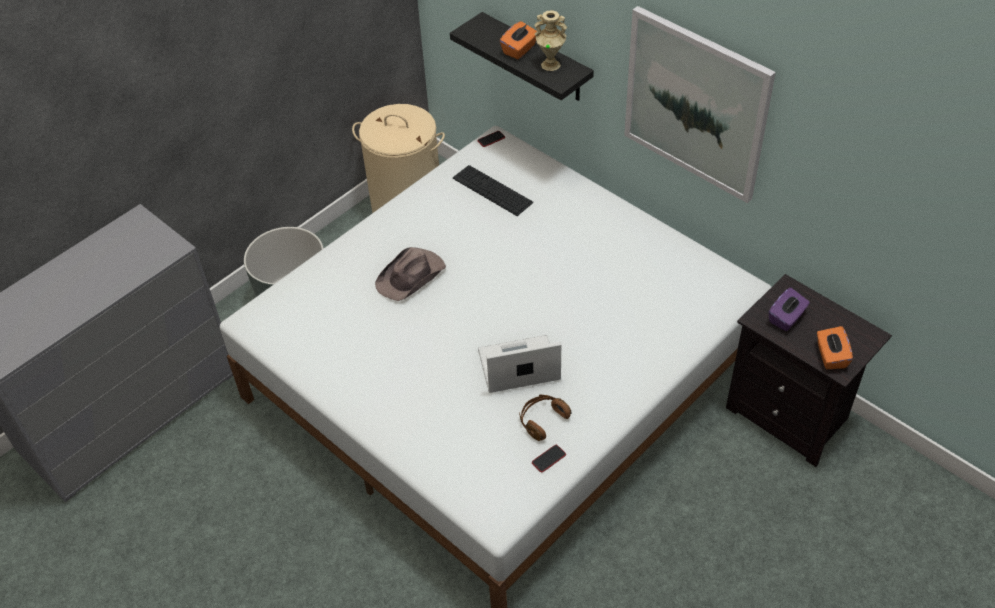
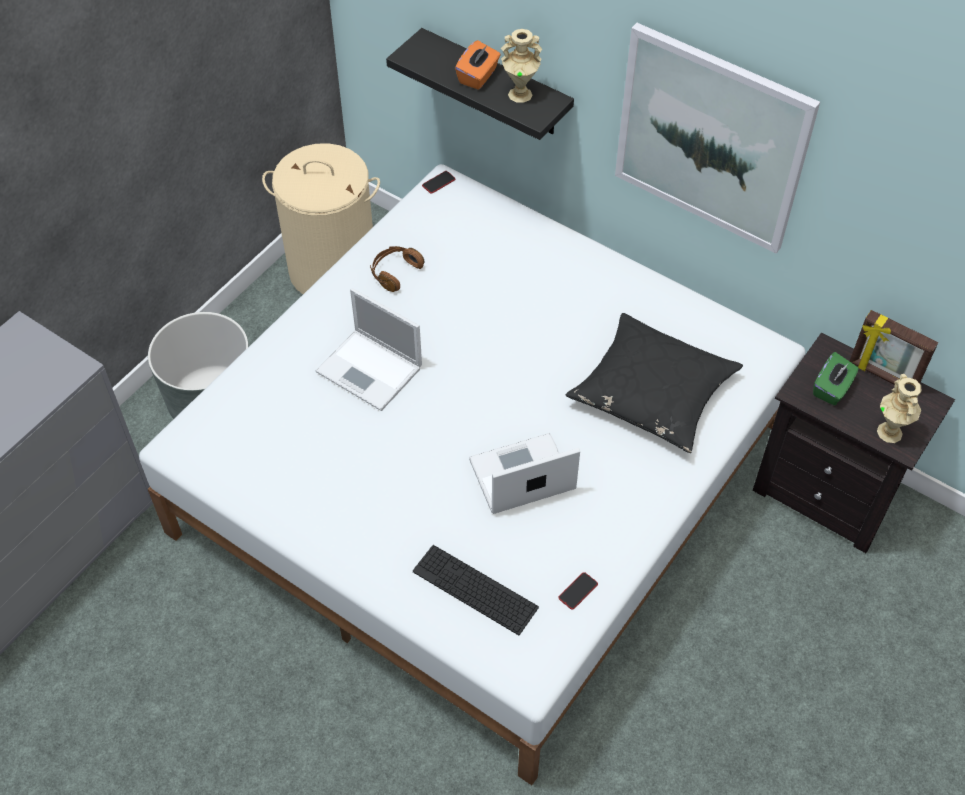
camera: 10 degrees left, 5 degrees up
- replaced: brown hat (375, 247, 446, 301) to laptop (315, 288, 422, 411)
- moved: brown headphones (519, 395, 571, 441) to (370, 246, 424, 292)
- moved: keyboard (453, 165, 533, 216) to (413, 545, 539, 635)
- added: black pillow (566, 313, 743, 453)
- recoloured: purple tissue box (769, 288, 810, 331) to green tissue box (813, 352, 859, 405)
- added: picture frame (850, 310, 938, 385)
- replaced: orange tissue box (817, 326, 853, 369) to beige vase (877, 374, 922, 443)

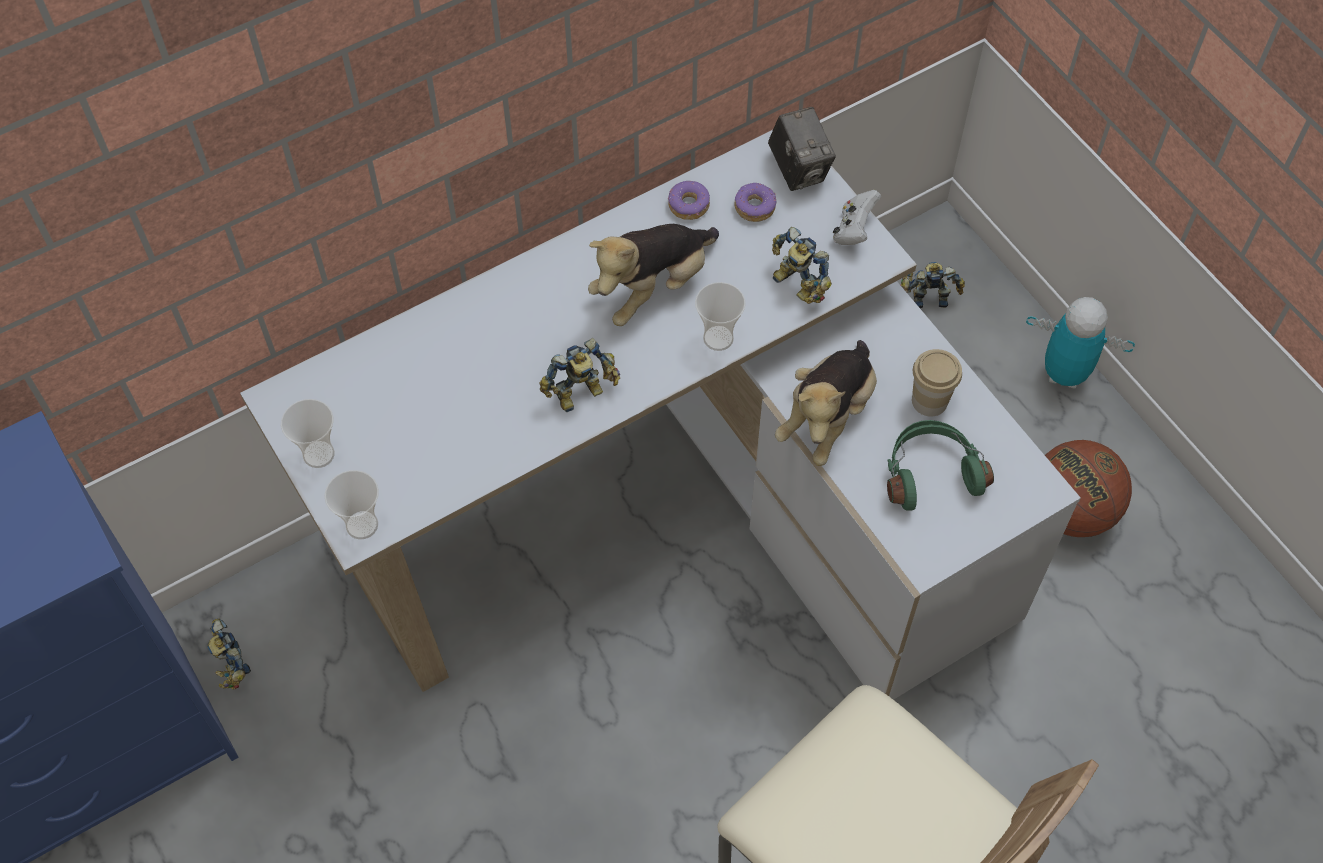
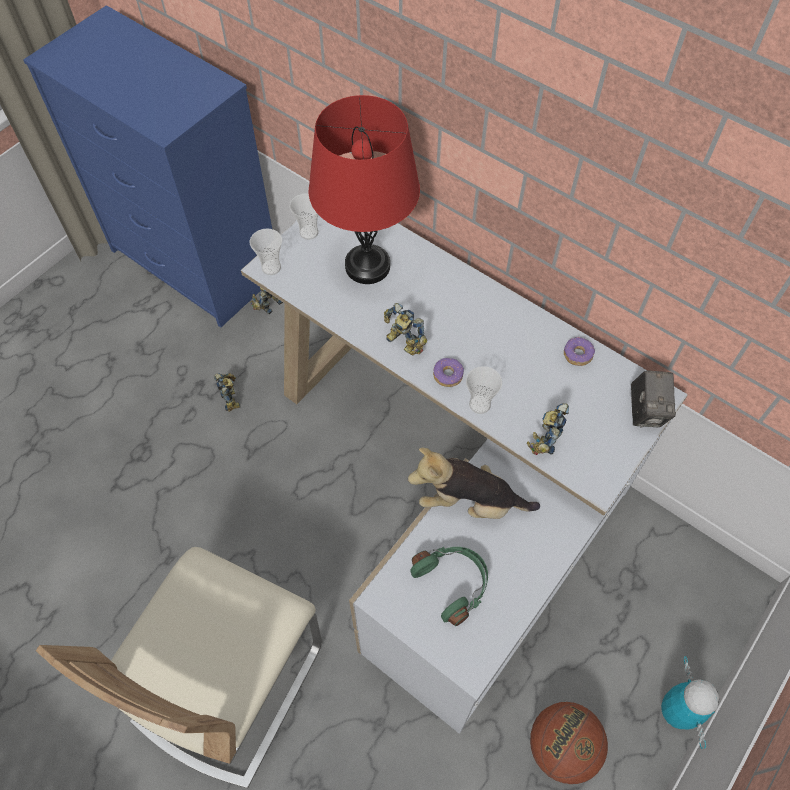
camera: 70 degrees right, 0 degrees up
- moved: toy robot (901, 262, 965, 308) to (214, 373, 241, 412)
- added: red table lamp (309, 95, 420, 284)
- moved: donut (735, 183, 776, 222) to (433, 358, 464, 387)
- turned: photo camera (768, 107, 836, 191) = (631, 371, 676, 428) 45 degrees counterclockwise
- removed: plush toy (588, 224, 719, 326)
- removed: white game controller (833, 190, 881, 245)
- removed: cup (912, 349, 962, 417)

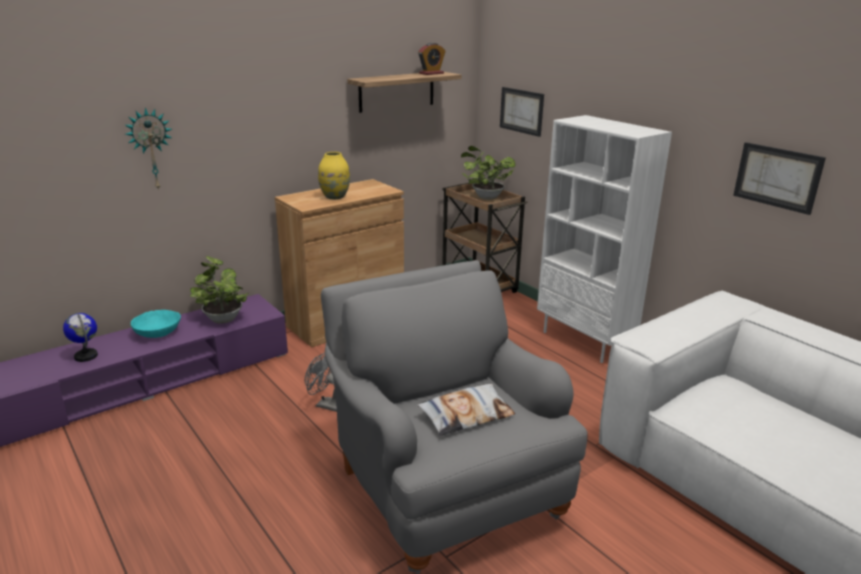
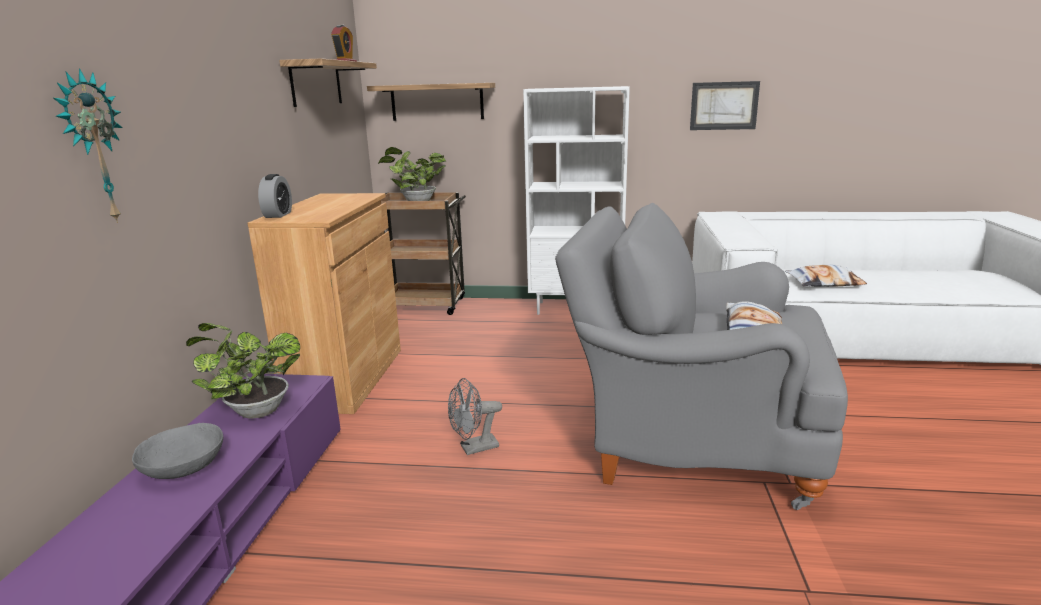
camera: 45 degrees left, 5 degrees down
- recoloured: turquoise bowl (131, 310, 181, 338) to grey bowl (132, 423, 223, 479)
- added: alarm clock (258, 174, 292, 218)
- replaced: picture (500, 87, 544, 137) to shelf (367, 83, 495, 121)
- added: pillow (785, 265, 867, 287)
- removed: globe (63, 313, 98, 362)
- removed: yellow vase (318, 152, 350, 199)

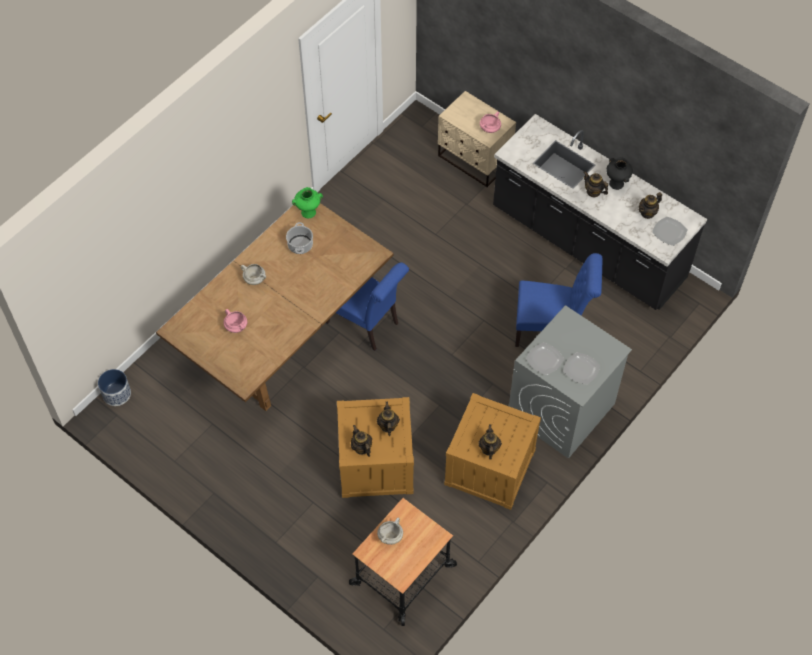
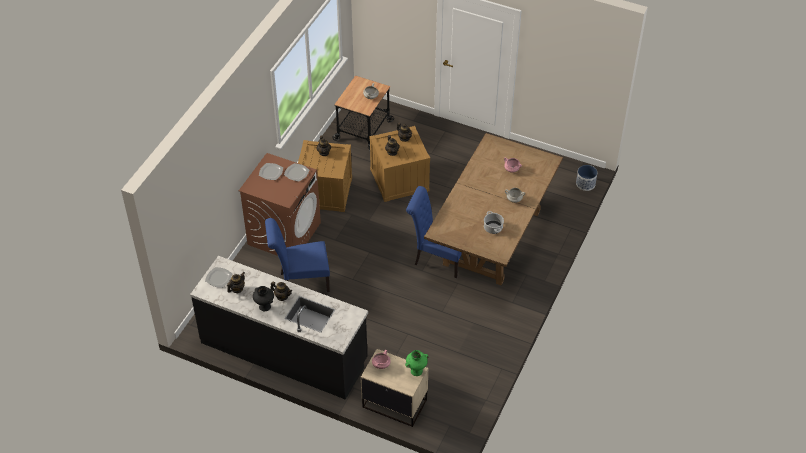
camera: 165 degrees right, 10 degrees down
- recoloured: grey washing machine (509, 305, 632, 459) to brown washing machine (239, 153, 321, 256)
- moved: green vase (292, 187, 323, 218) to (405, 350, 429, 376)

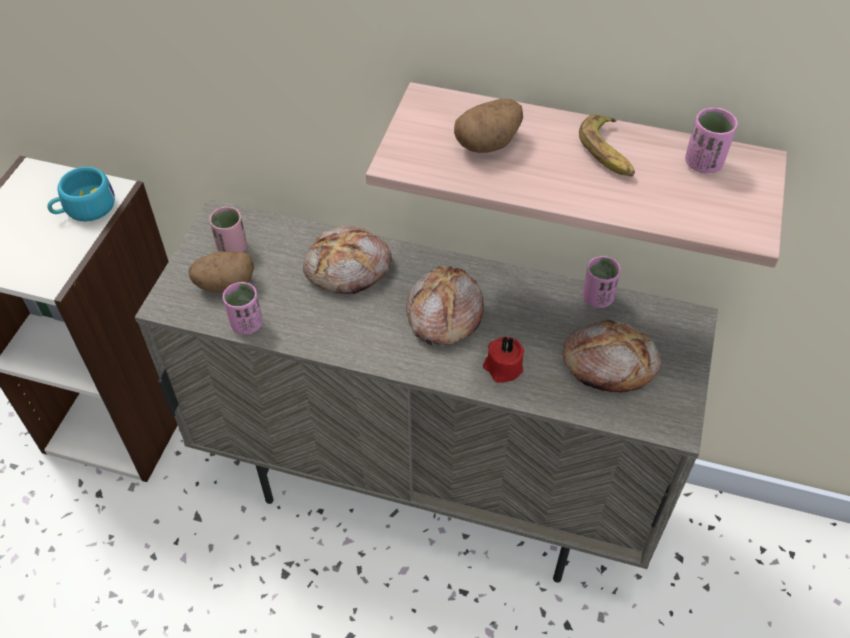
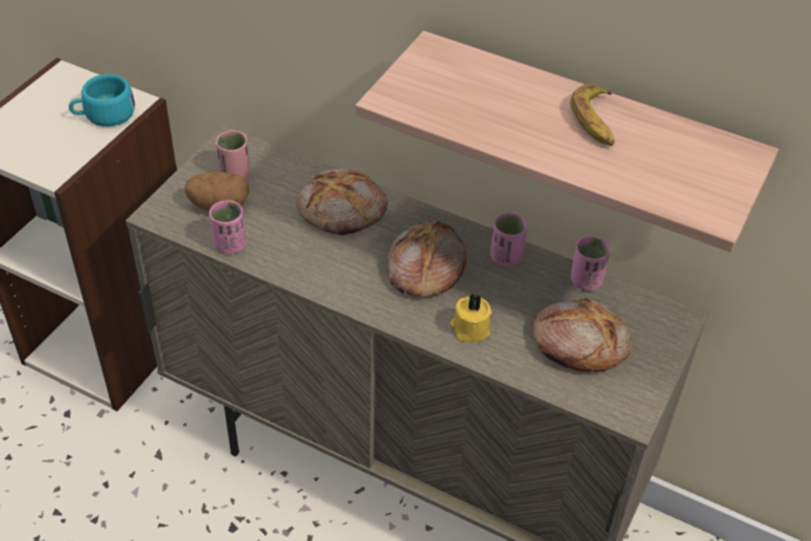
camera: 10 degrees right, 5 degrees down
- recoloured: red candle (483, 336, 525, 383) to yellow candle (450, 294, 492, 342)
- moved: pink cup (685, 108, 737, 173) to (490, 213, 527, 266)
- removed: potato (454, 99, 523, 153)

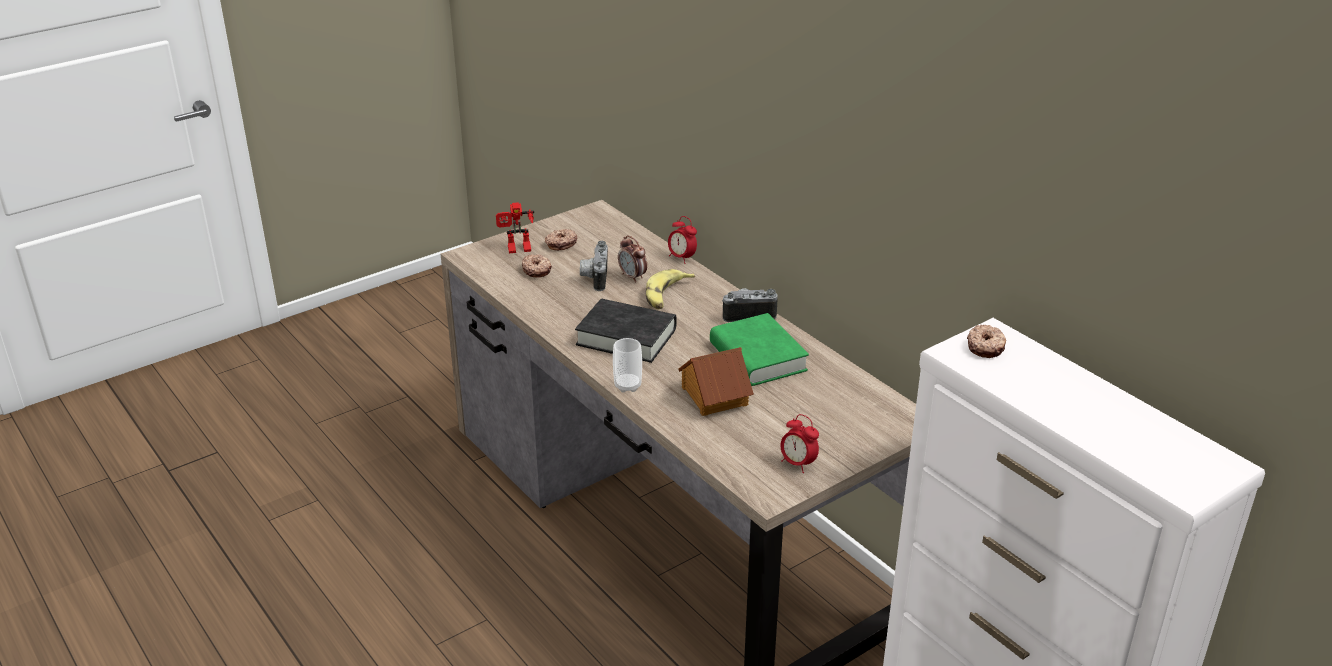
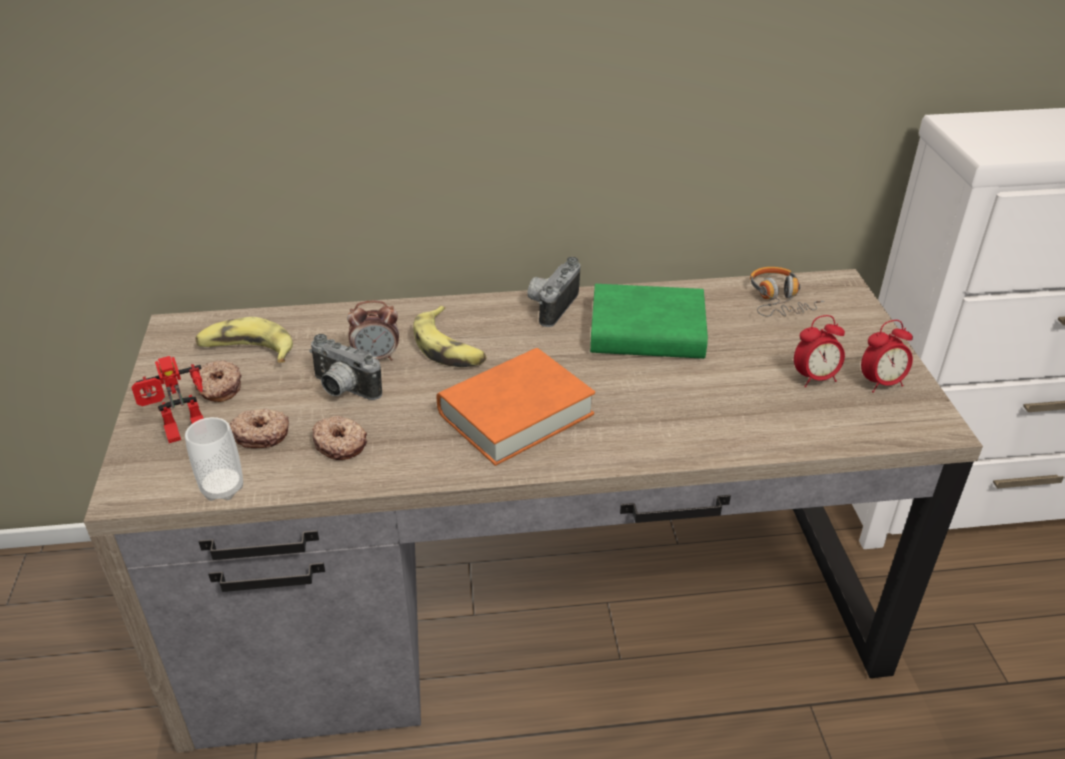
camera: 60 degrees left, 5 degrees up
- turned: toy robot (496, 202, 534, 253) = (131, 356, 204, 443) 45 degrees clockwise
- moved: cup (613, 338, 642, 392) to (185, 417, 243, 501)
- added: banana (196, 317, 293, 363)
- moved: donut (967, 324, 1006, 358) to (312, 416, 367, 460)
- recoloured: black book (575, 299, 676, 363) to orange book (437, 348, 595, 466)
- added: headphones (750, 267, 824, 317)
- moved: alarm clock (668, 216, 697, 264) to (794, 315, 845, 387)
- removed: toy house (679, 347, 754, 416)

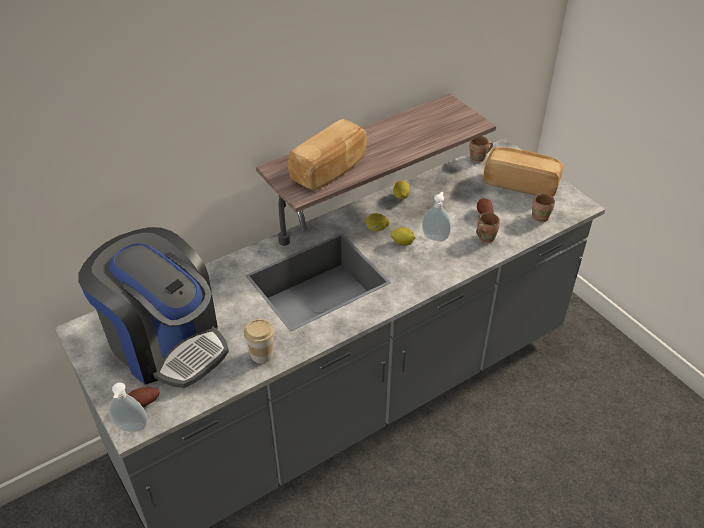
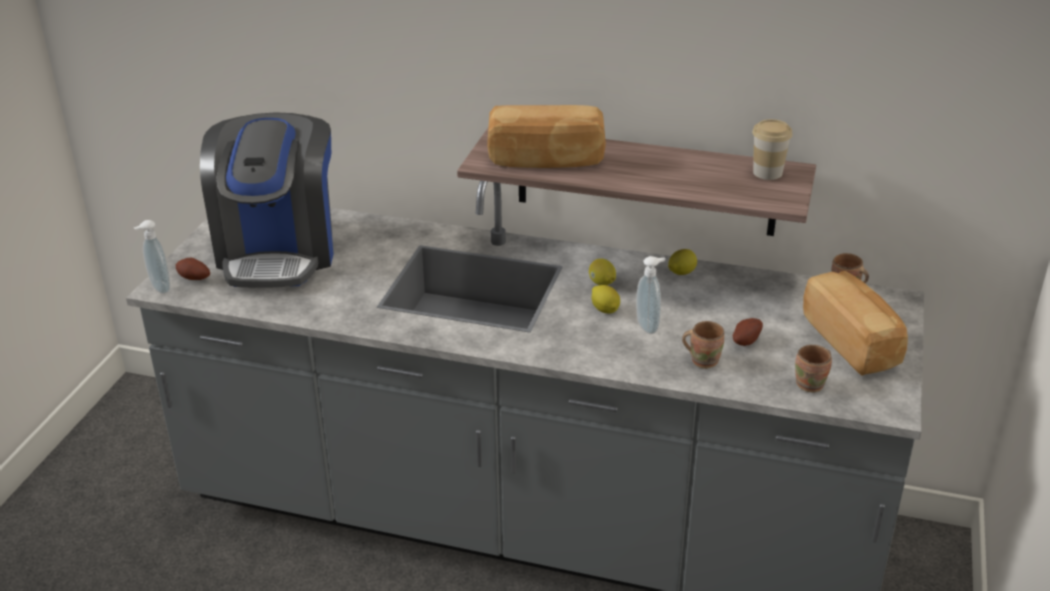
camera: 50 degrees right, 10 degrees down
- moved: cup (244, 319, 275, 363) to (752, 119, 793, 180)

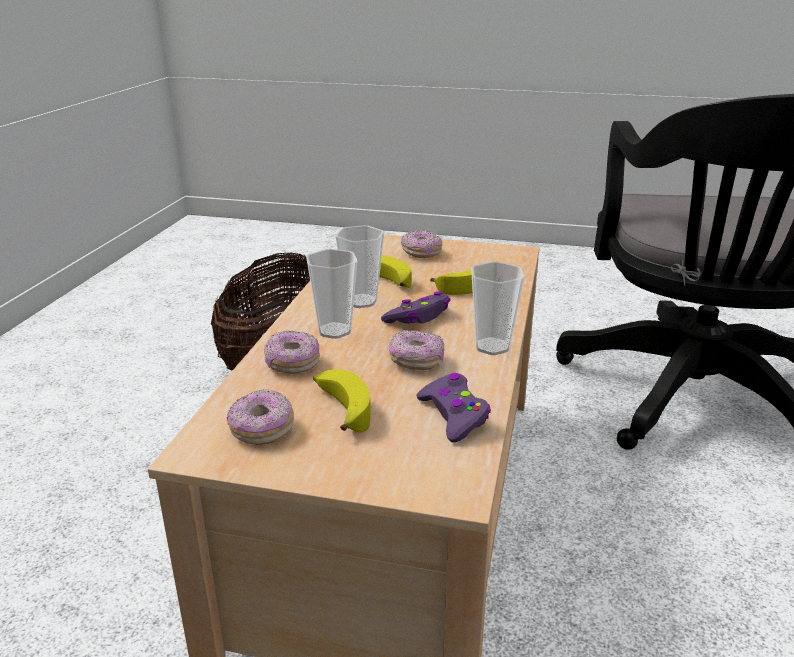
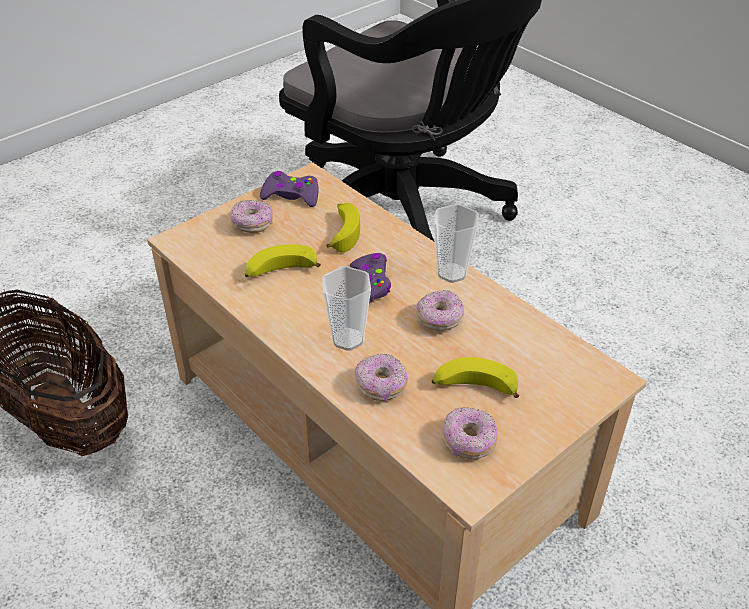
camera: 55 degrees left, 15 degrees up
- moved: purple game controller (417, 373, 491, 442) to (260, 171, 318, 207)
- removed: cup (335, 225, 384, 308)

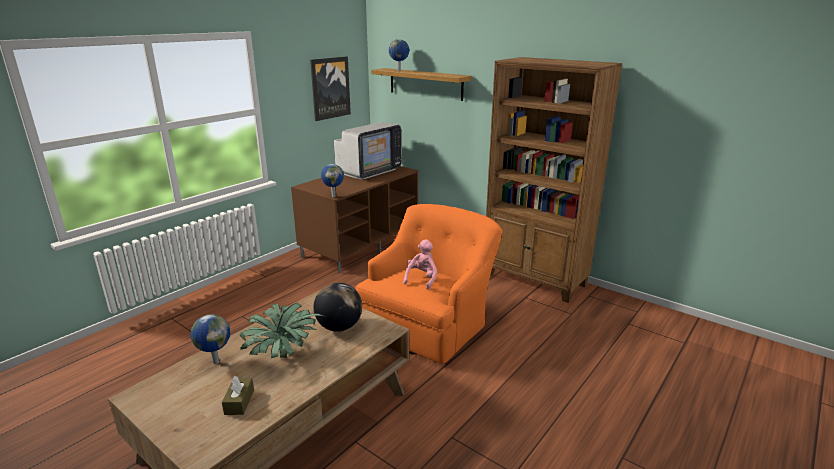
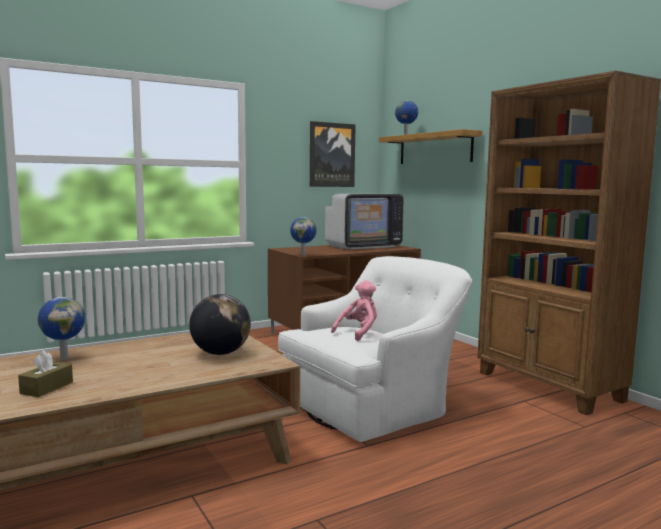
camera: 20 degrees right, 15 degrees down
- recoloured: orange armchair (355, 204, 502, 364) to white armchair (278, 256, 472, 442)
- removed: potted plant (239, 303, 326, 358)

